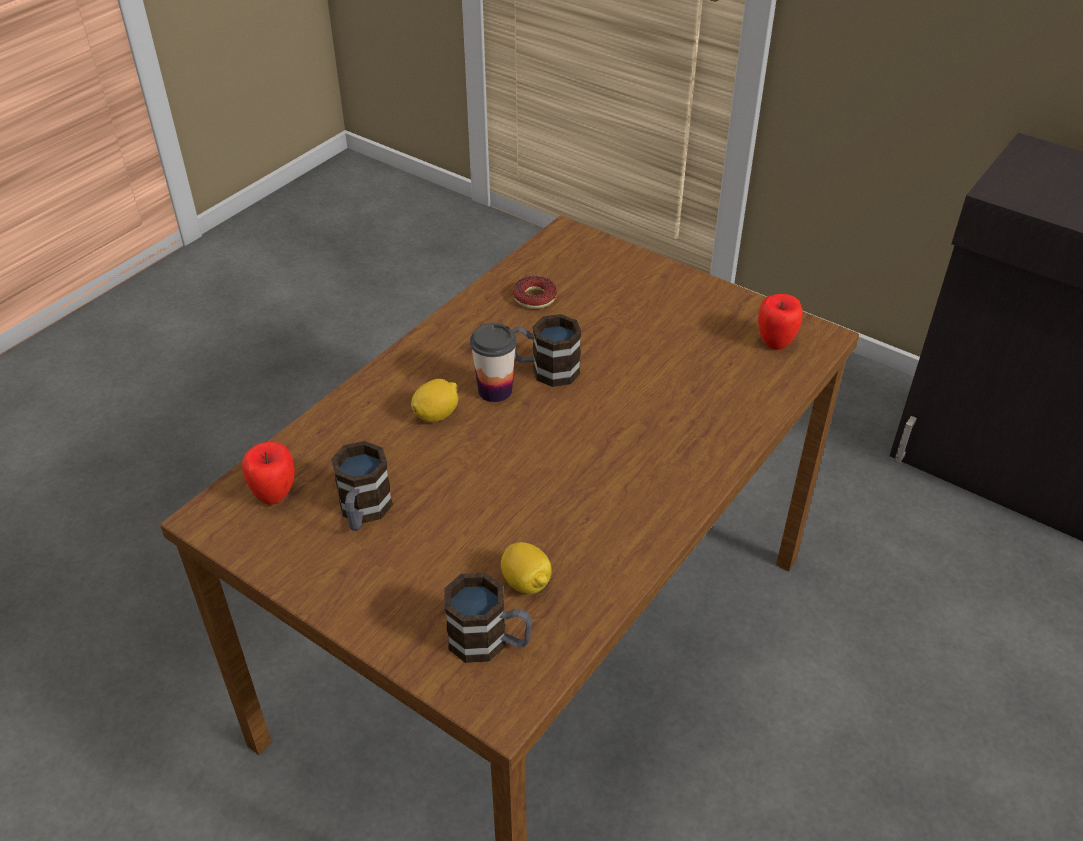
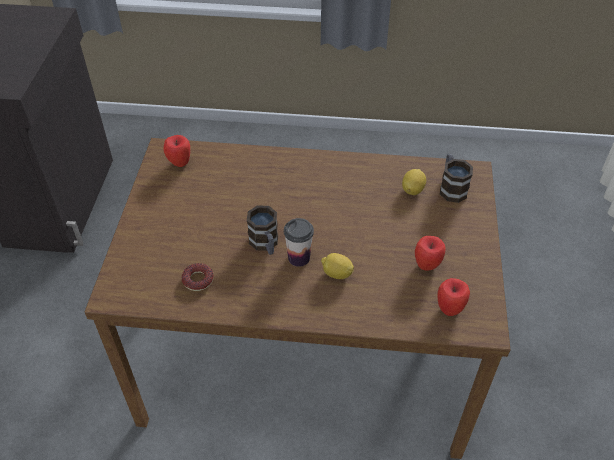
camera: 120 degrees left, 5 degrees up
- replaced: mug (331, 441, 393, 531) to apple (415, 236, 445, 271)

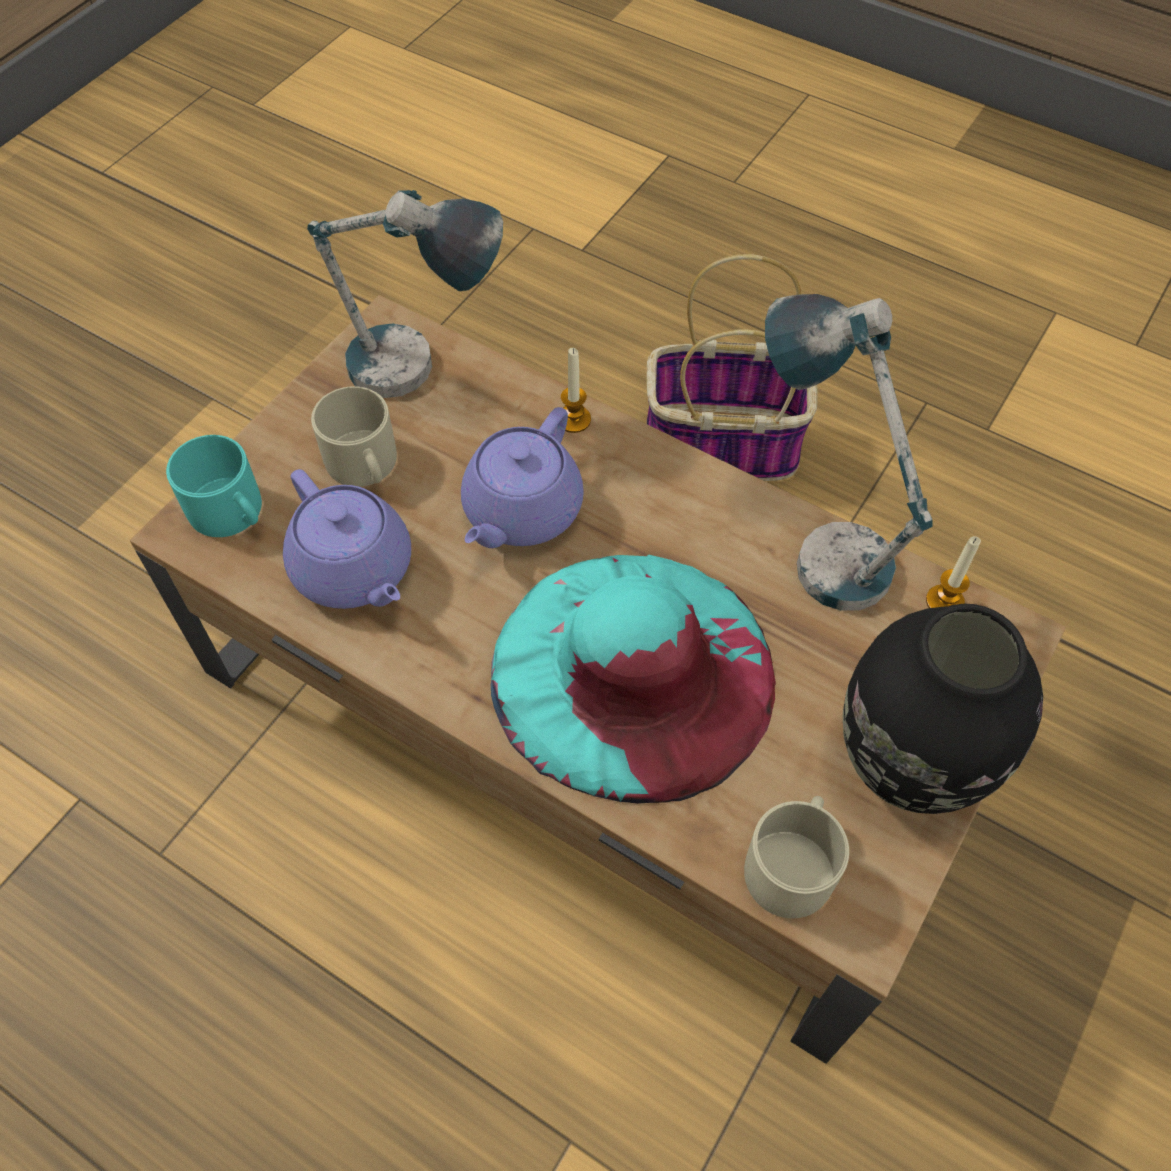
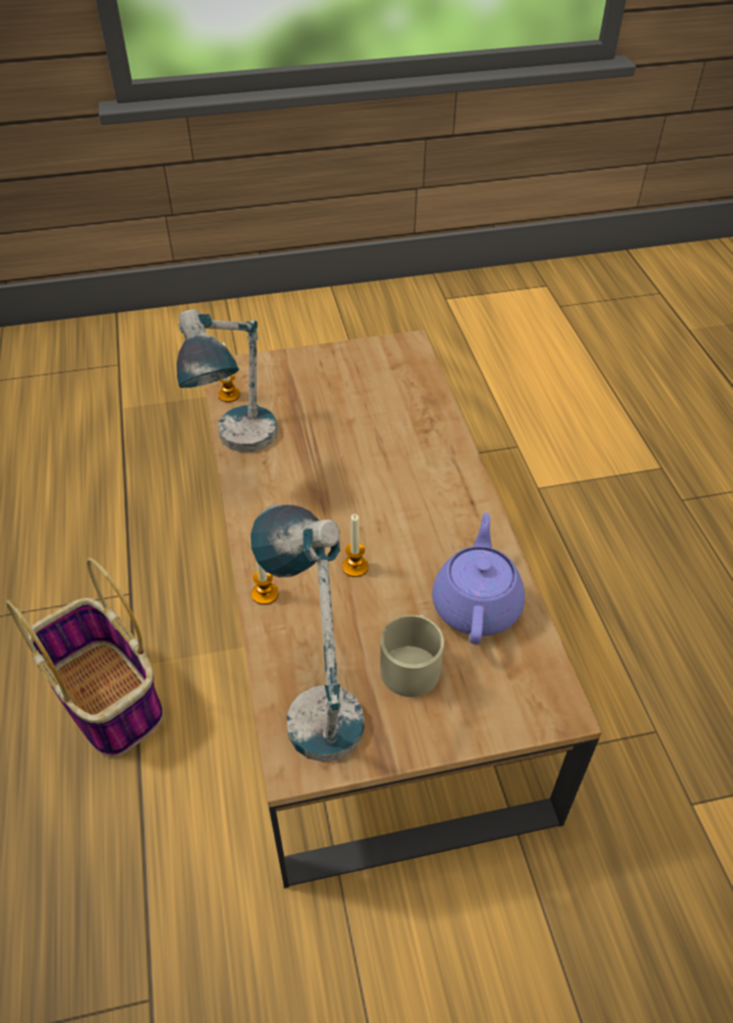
camera: 135 degrees left, 10 degrees down
- replaced: purple teapot (461, 407, 584, 548) to candle (342, 514, 368, 577)
- removed: turquoise mug (166, 435, 262, 537)
- removed: turquoise hat (491, 555, 776, 804)
- removed: beige mug (744, 796, 849, 918)
- removed: black vase (843, 604, 1043, 814)

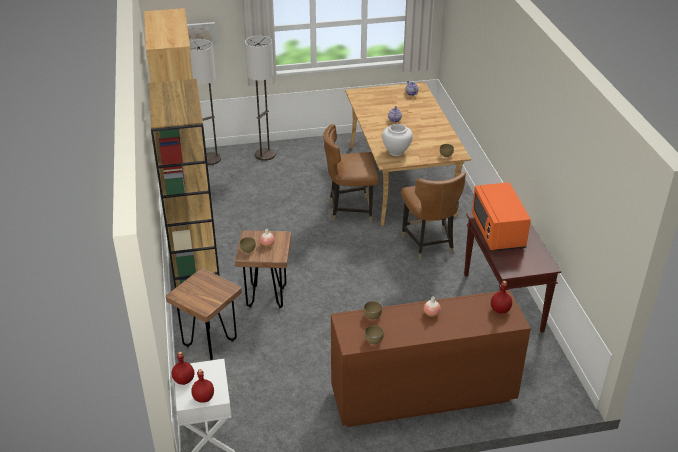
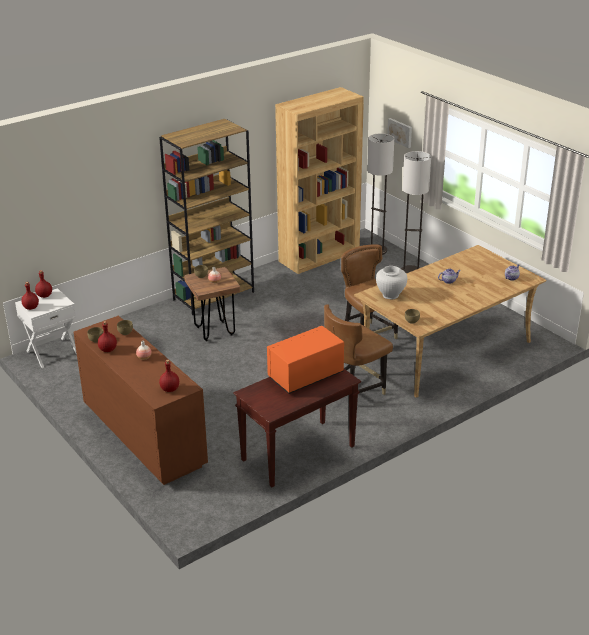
camera: 65 degrees right, 5 degrees down
- added: red bottle (98, 321, 117, 352)
- removed: brown stool (166, 268, 242, 360)

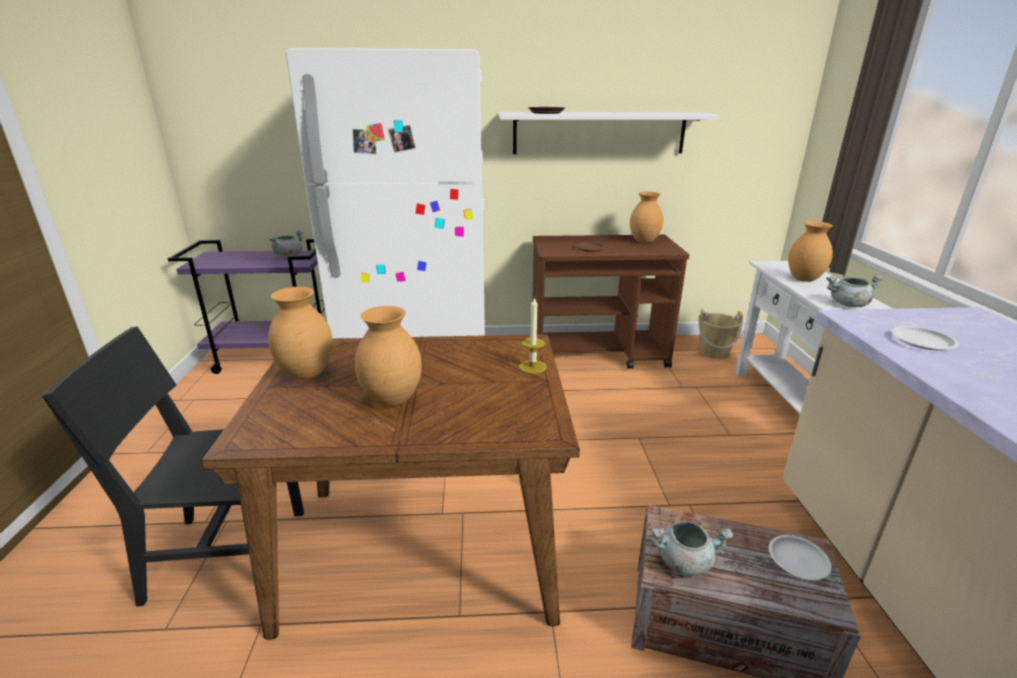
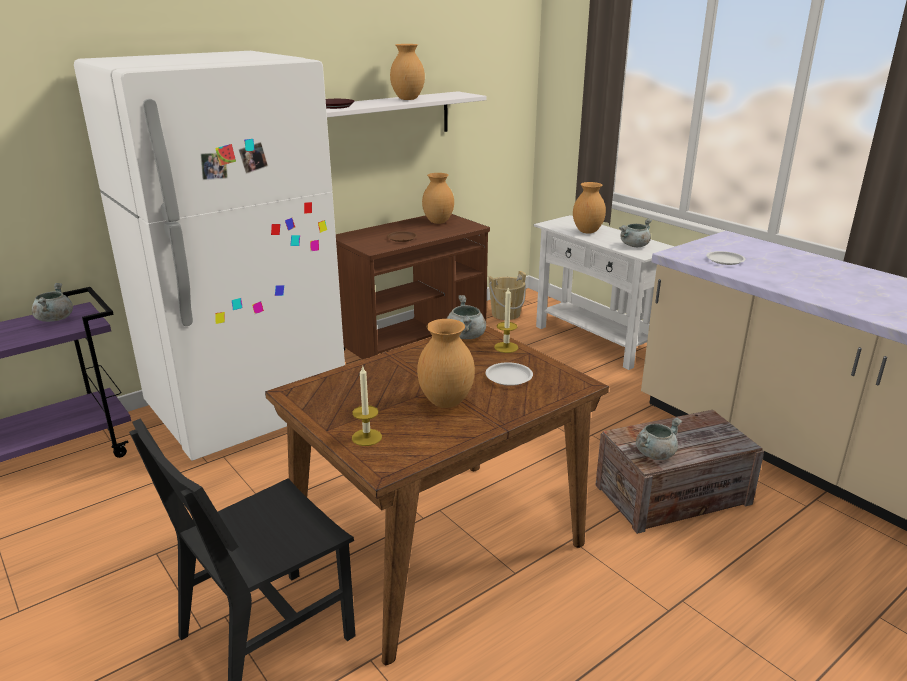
camera: 35 degrees left, 0 degrees up
- added: candle (352, 365, 382, 446)
- moved: brown vase (268, 287, 333, 380) to (390, 44, 425, 100)
- added: grey cooking pot (447, 295, 486, 339)
- moved: white plate (769, 535, 832, 580) to (486, 362, 533, 386)

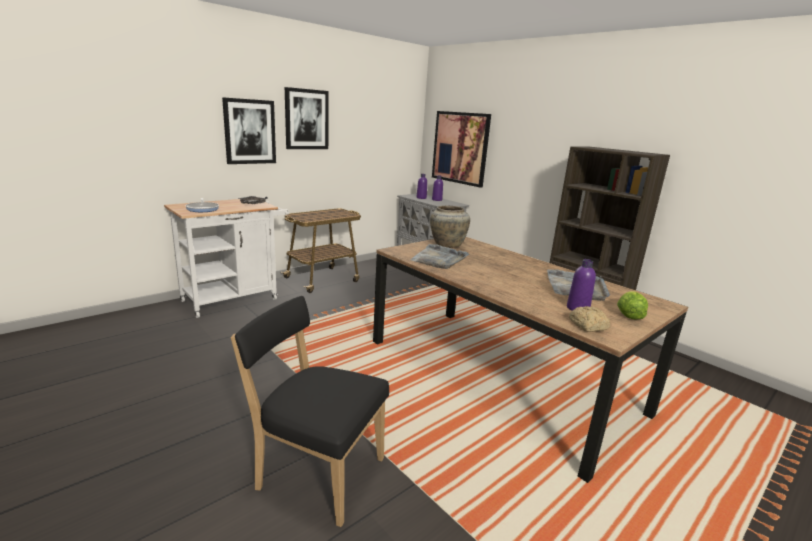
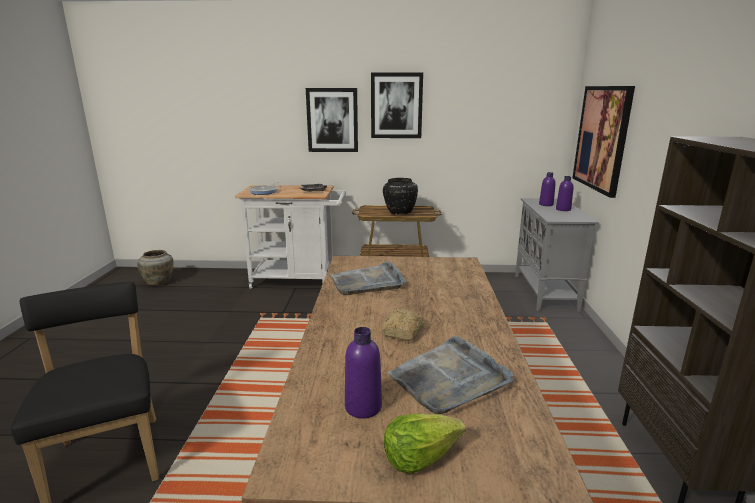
camera: 45 degrees right, 0 degrees up
- moved: beige vase (430, 205, 470, 248) to (137, 250, 173, 285)
- moved: bread (569, 306, 612, 332) to (381, 308, 424, 341)
- added: black vase (383, 178, 418, 215)

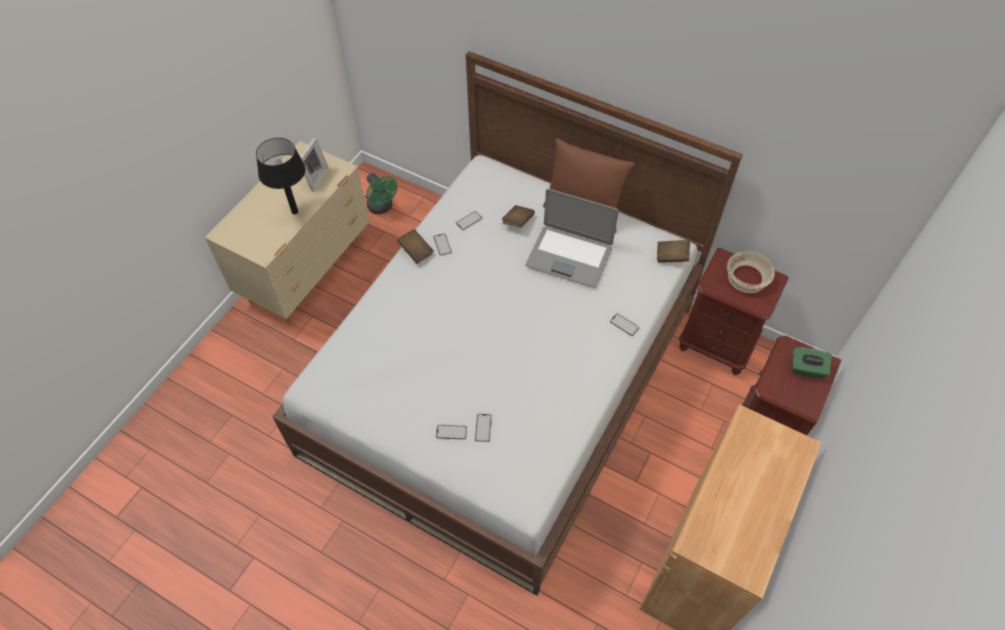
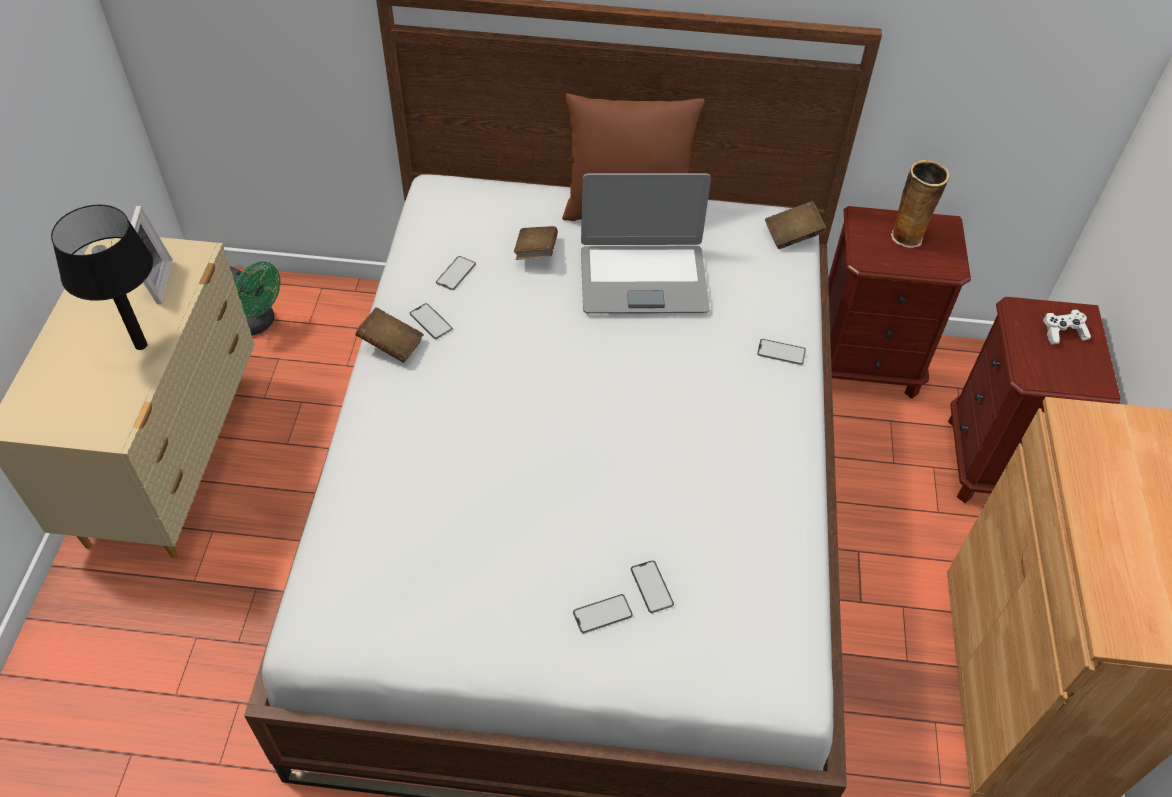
camera: 25 degrees left, 5 degrees down
- replaced: beige bowl (727, 251, 775, 293) to vase (891, 160, 950, 248)
- replaced: green tissue box (792, 347, 832, 379) to white game controller (1043, 310, 1091, 345)

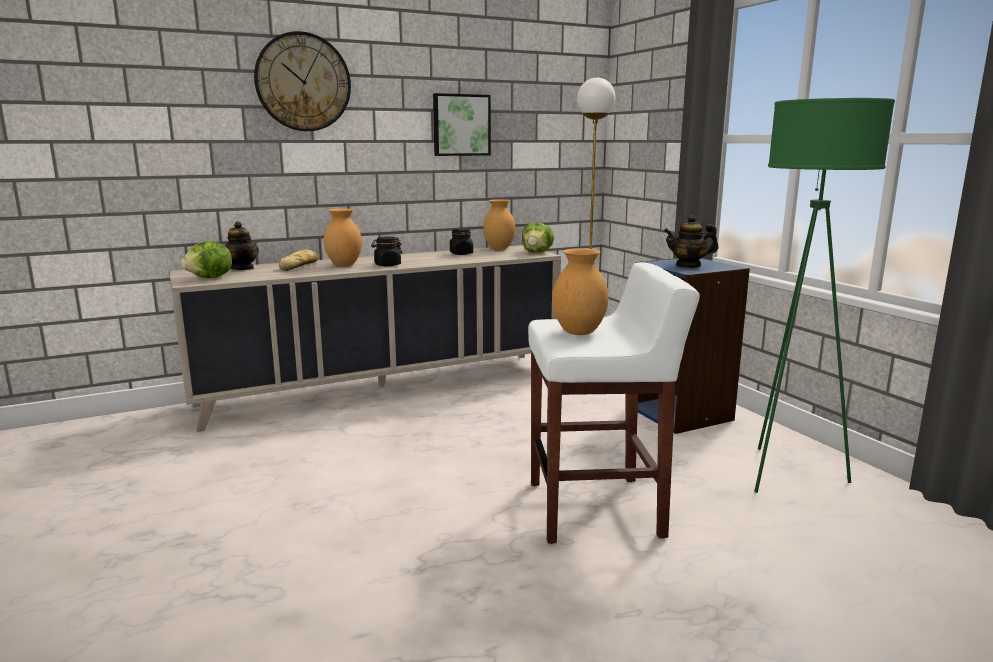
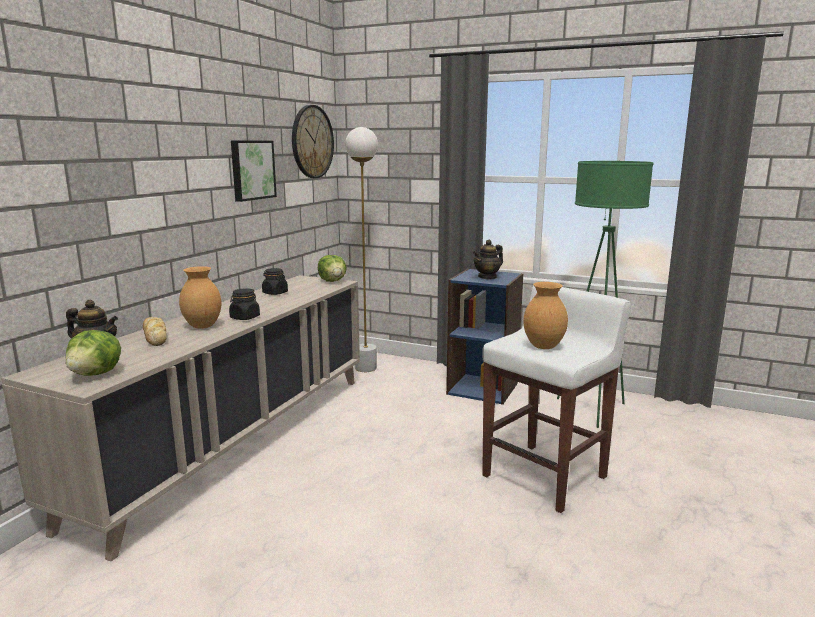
camera: 40 degrees left, 0 degrees up
- moved: wall clock (254, 31, 351, 131) to (292, 105, 334, 178)
- removed: brown vase (483, 199, 516, 250)

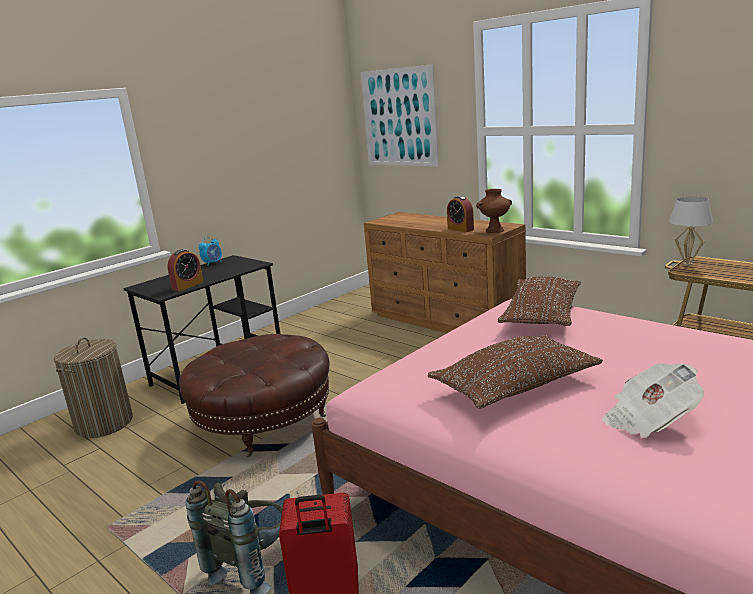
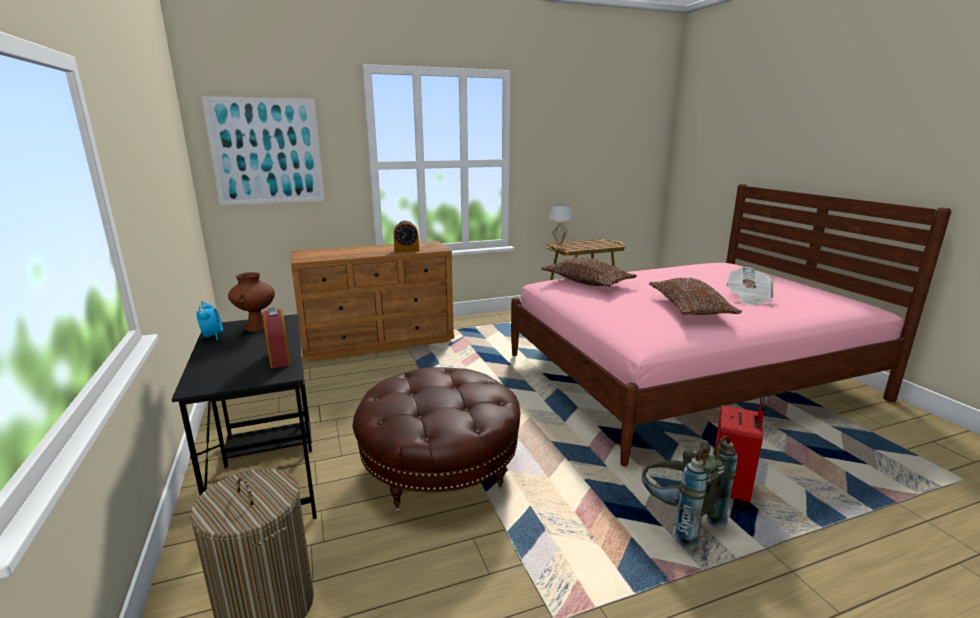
camera: 65 degrees left, 0 degrees up
- moved: brown vase (476, 189, 512, 233) to (228, 272, 275, 332)

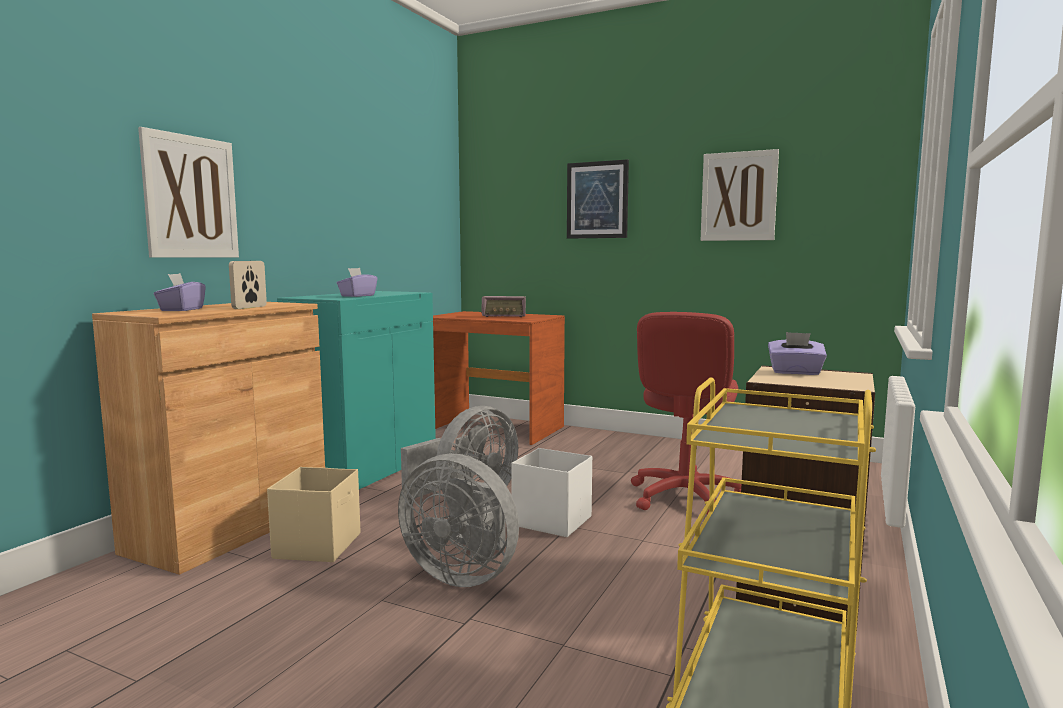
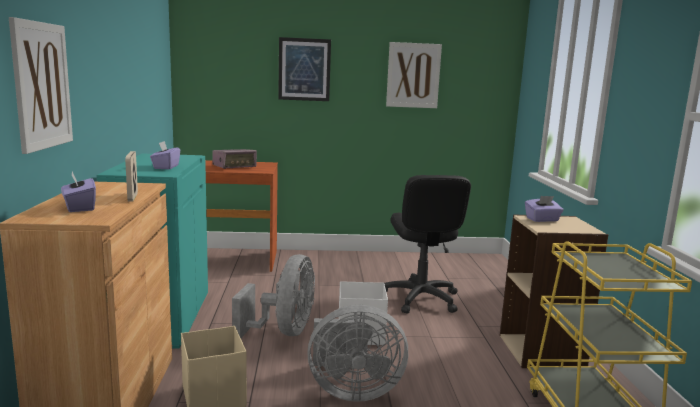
camera: 30 degrees left, 5 degrees up
- recoloured: red office chair (631, 312, 741, 514) to black office chair (384, 175, 471, 314)

